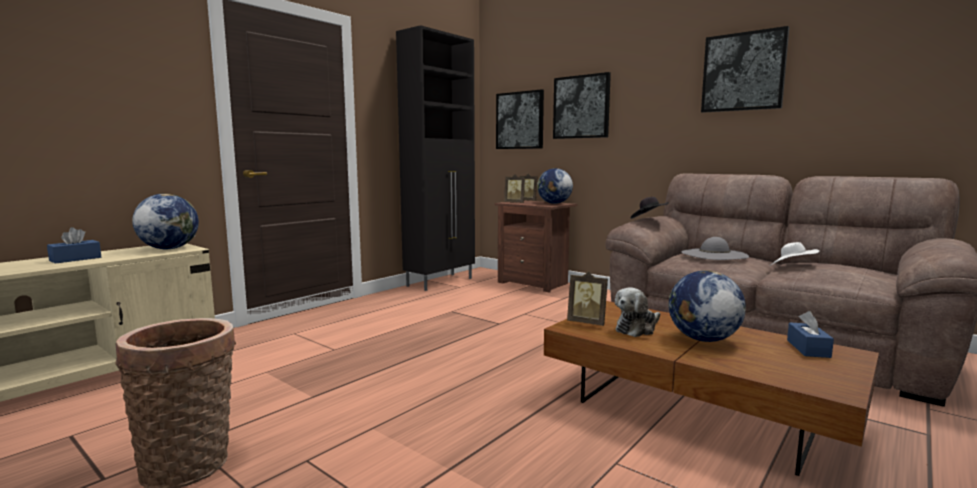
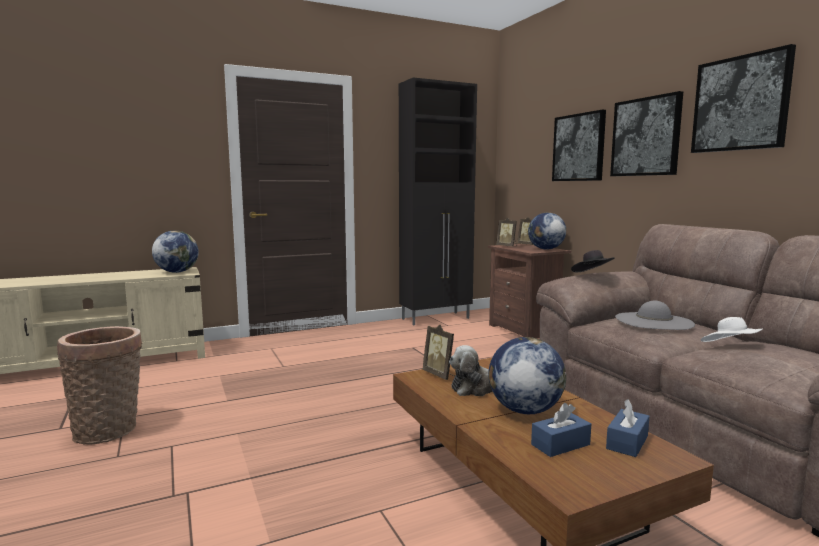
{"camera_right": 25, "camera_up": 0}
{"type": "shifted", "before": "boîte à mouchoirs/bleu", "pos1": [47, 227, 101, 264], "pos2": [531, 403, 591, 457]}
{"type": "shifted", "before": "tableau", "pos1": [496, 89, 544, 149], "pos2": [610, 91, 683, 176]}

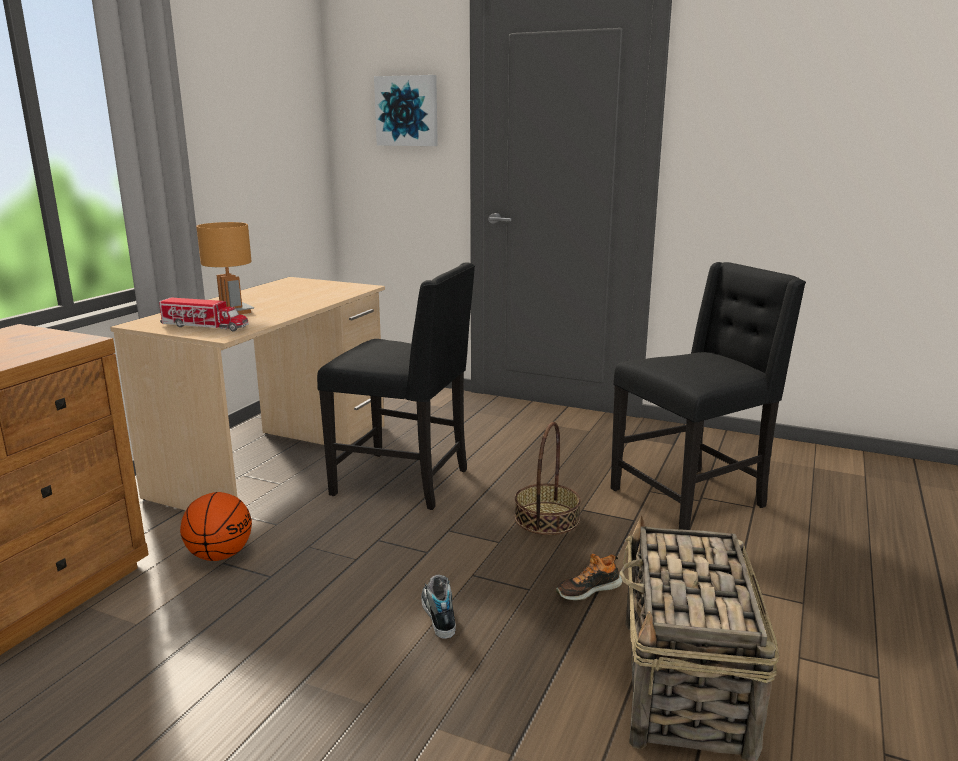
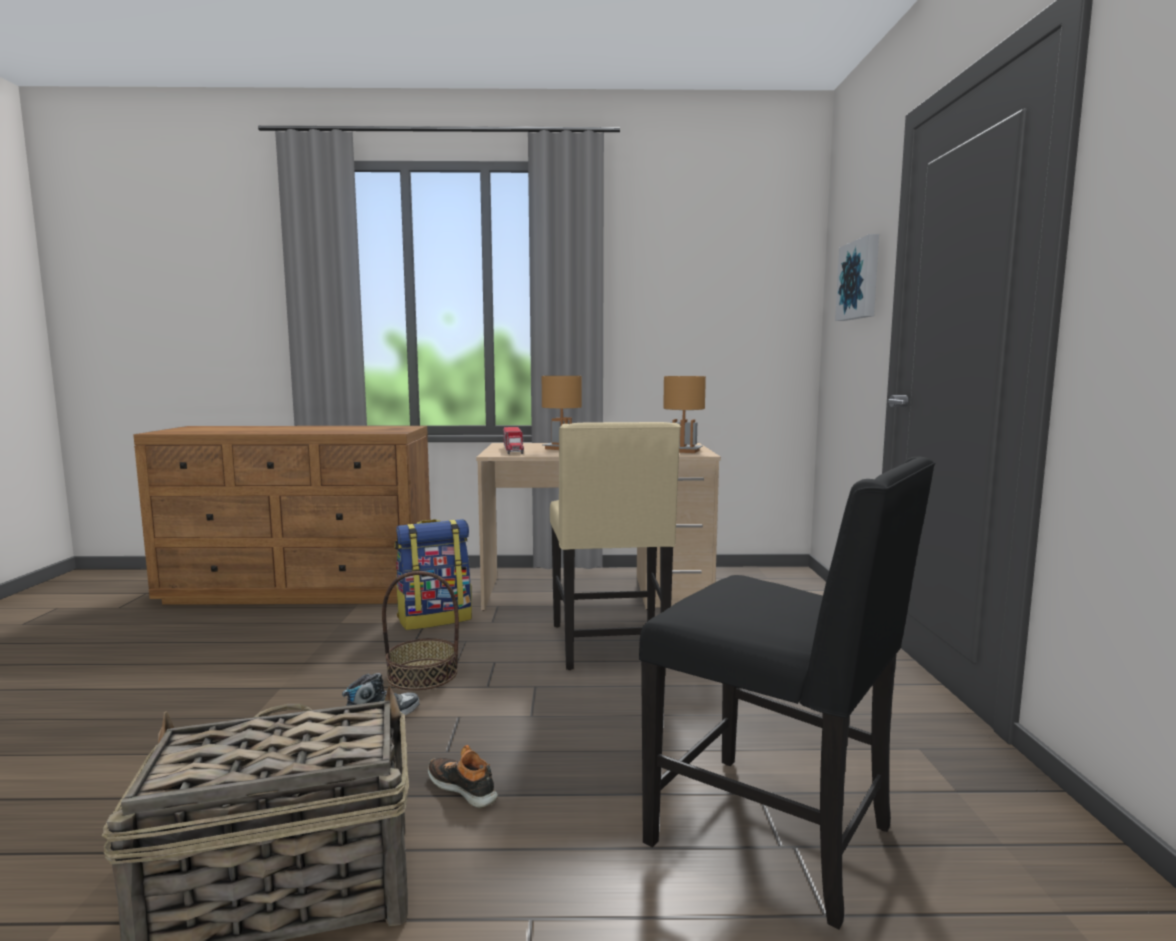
{"camera_right": 65, "camera_up": -10}
{"type": "new", "after": "lampe de table/marron", "pos2": [663, 376, 706, 453]}
{"type": "shifted", "before": "panier", "pos1": [514, 422, 581, 535], "pos2": [382, 571, 459, 690]}
{"type": "swapped", "before": "ballon de basket", "after": "sac à dos", "pos1": [180, 492, 252, 561], "pos2": [394, 519, 472, 630]}
{"type": "repainted", "before": "chaise/noir", "after": "chaise/beige", "pos1": [317, 262, 475, 510], "pos2": [550, 422, 681, 670]}

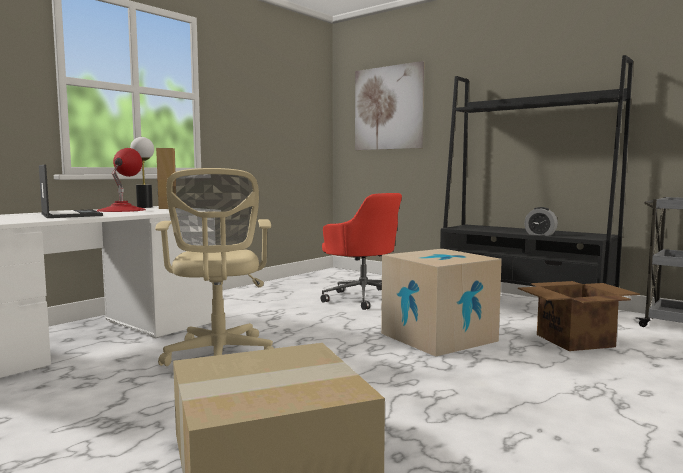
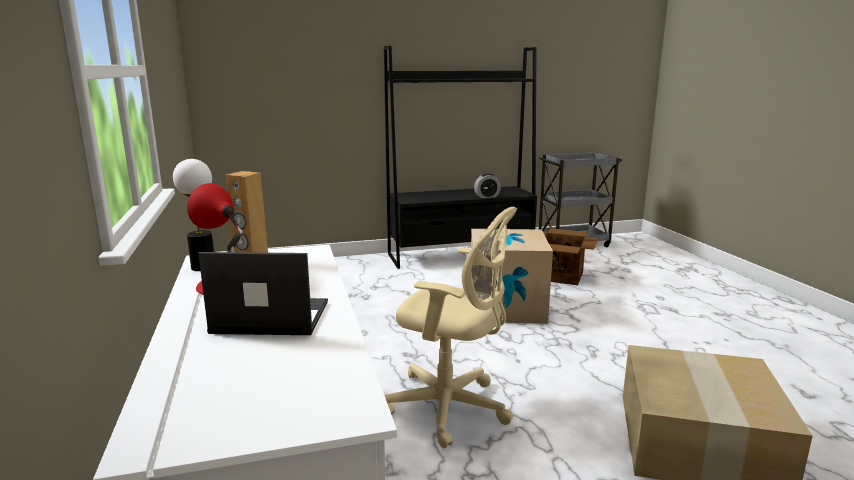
{"camera_right": -55, "camera_up": 10}
{"type": "gone", "before": "chaise de bureau/rouge", "pos1": [321, 193, 402, 310]}
{"type": "gone", "before": "tableau", "pos1": [355, 61, 424, 150]}

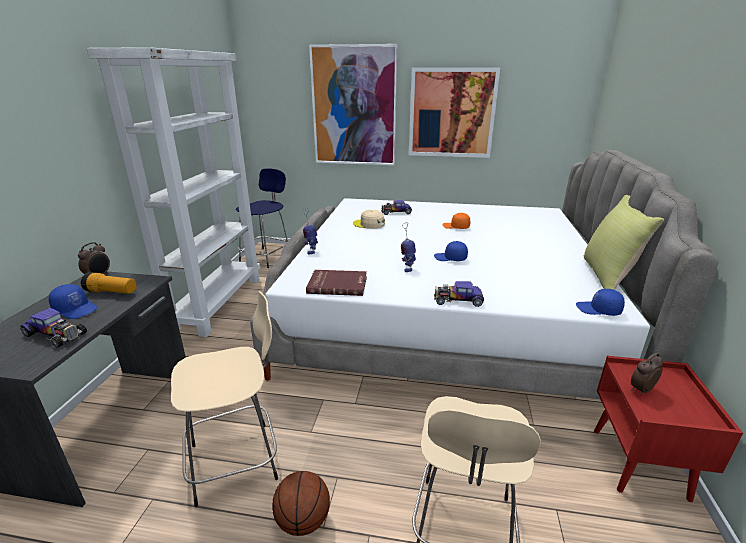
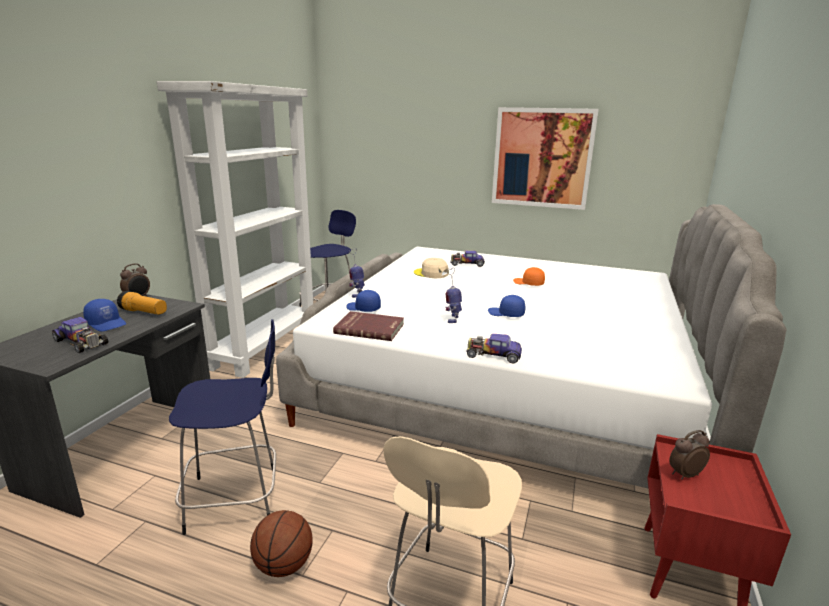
{"camera_right": 10, "camera_up": -5}
{"type": "gone", "before": "tableau", "pos1": [309, 44, 397, 165]}
{"type": "gone", "before": "coussin/jaune", "pos1": [584, 195, 664, 290]}
{"type": "shifted", "before": "casquette/bleu", "pos1": [576, 289, 625, 316], "pos2": [346, 290, 381, 312]}
{"type": "repainted", "before": "tabouret/beige", "after": "tabouret/bleu", "pos1": [171, 291, 278, 507], "pos2": [169, 319, 276, 535]}

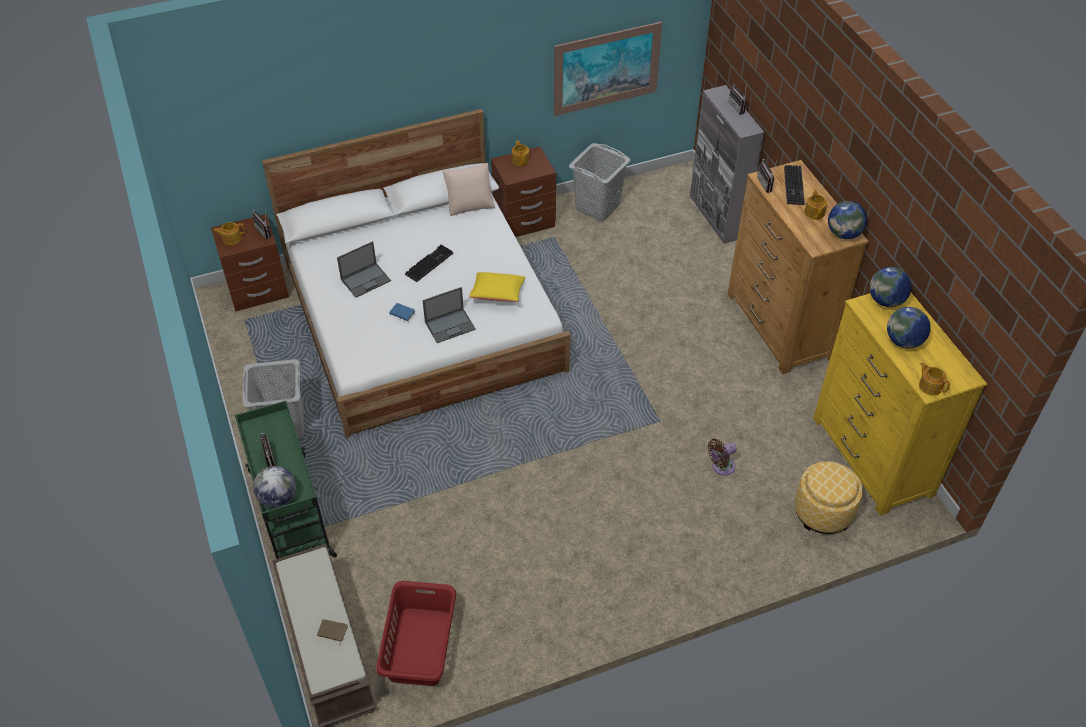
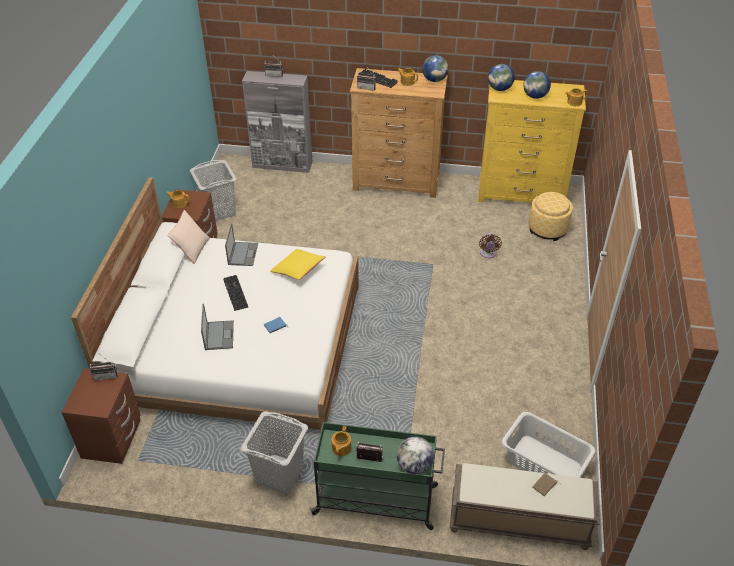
{"camera_right": -60, "camera_up": -5}
{"type": "gone", "before": "tableau", "pos1": [554, 22, 662, 116]}
{"type": "shifted", "before": "théière", "pos1": [214, 222, 245, 245], "pos2": [331, 426, 352, 456]}
{"type": "shifted", "before": "ordinateur portable", "pos1": [422, 287, 476, 343], "pos2": [225, 223, 258, 266]}
{"type": "repainted", "before": "panier à linge/rouge", "after": "panier à linge/gris", "pos1": [376, 581, 456, 686], "pos2": [501, 412, 596, 478]}

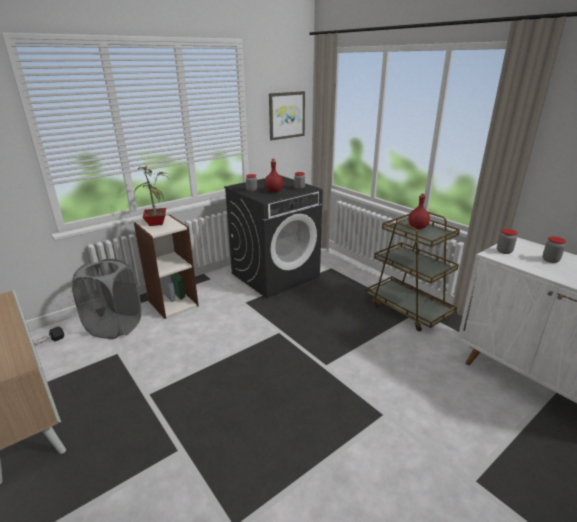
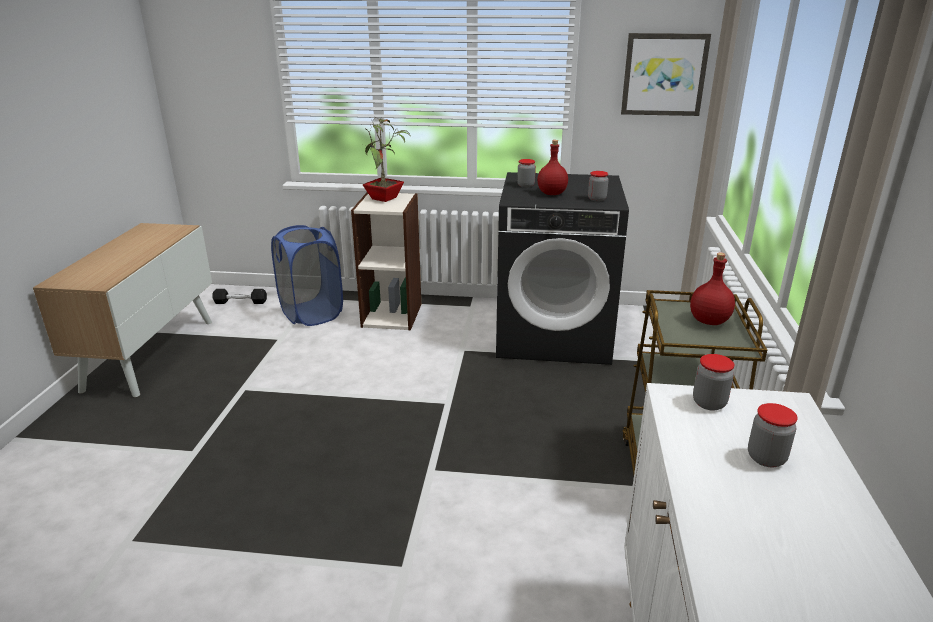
{"camera_right": 45, "camera_up": 0}
{"type": "repainted", "before": "panier à linge/gris", "after": "panier à linge/bleu", "pos1": [72, 259, 141, 339], "pos2": [271, 225, 343, 326]}

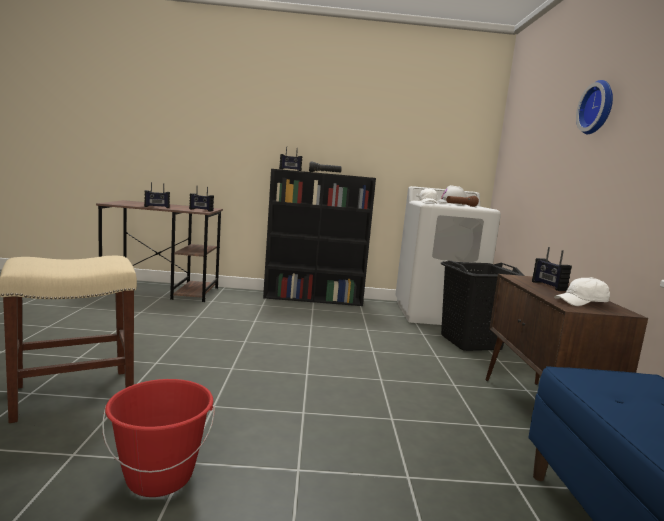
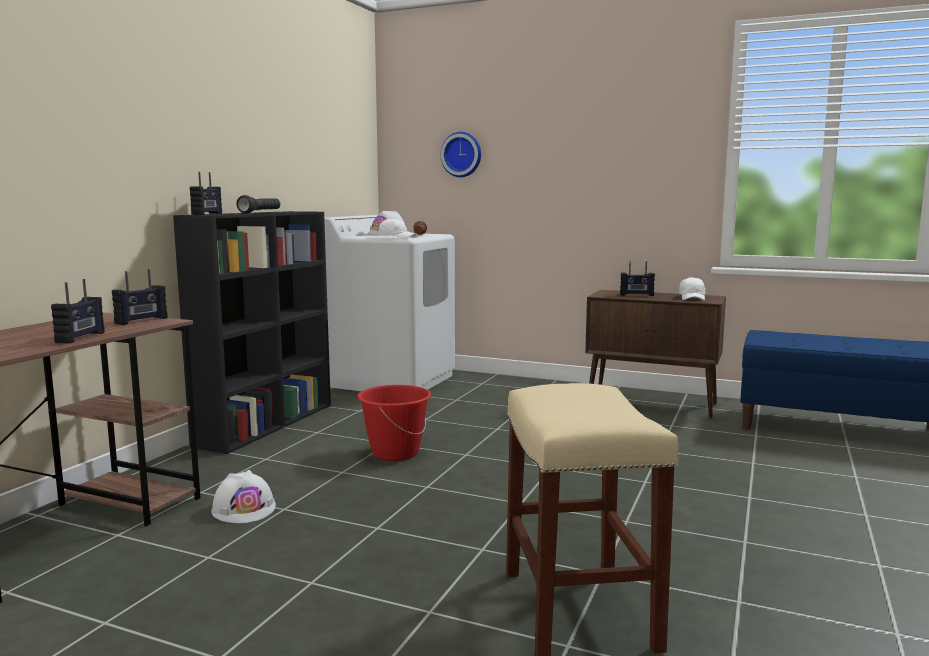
{"camera_right": -65, "camera_up": 0}
{"type": "gone", "before": "panier à linge/noir", "pos1": [441, 261, 525, 351]}
{"type": "new", "after": "casque de chantier/blanc", "pos2": [211, 470, 276, 523]}
{"type": "shifted", "before": "seau/rouge", "pos1": [102, 379, 215, 497], "pos2": [357, 385, 431, 461]}
{"type": "shifted", "before": "horloge murale", "pos1": [576, 80, 613, 134], "pos2": [440, 132, 481, 177]}

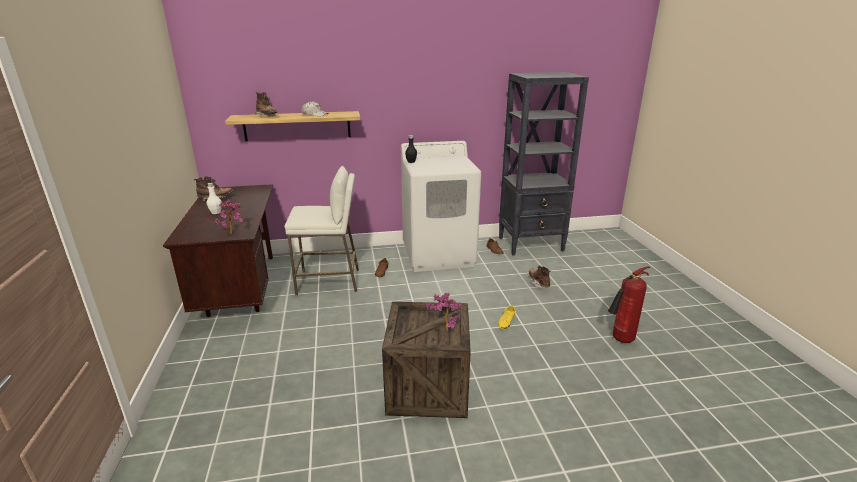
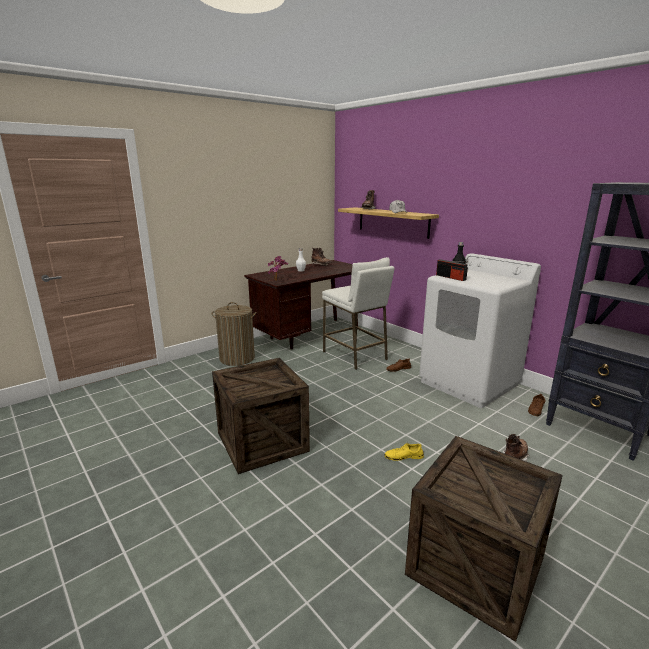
{"camera_right": 60, "camera_up": -5}
{"type": "gone", "before": "plante en pot", "pos1": [426, 293, 461, 331]}
{"type": "new", "after": "panier à linge", "pos2": [211, 302, 257, 366]}
{"type": "new", "after": "radio", "pos2": [436, 259, 468, 281]}
{"type": "swapped", "before": "extincteur", "after": "caisse", "pos1": [608, 266, 650, 343], "pos2": [405, 436, 563, 642]}

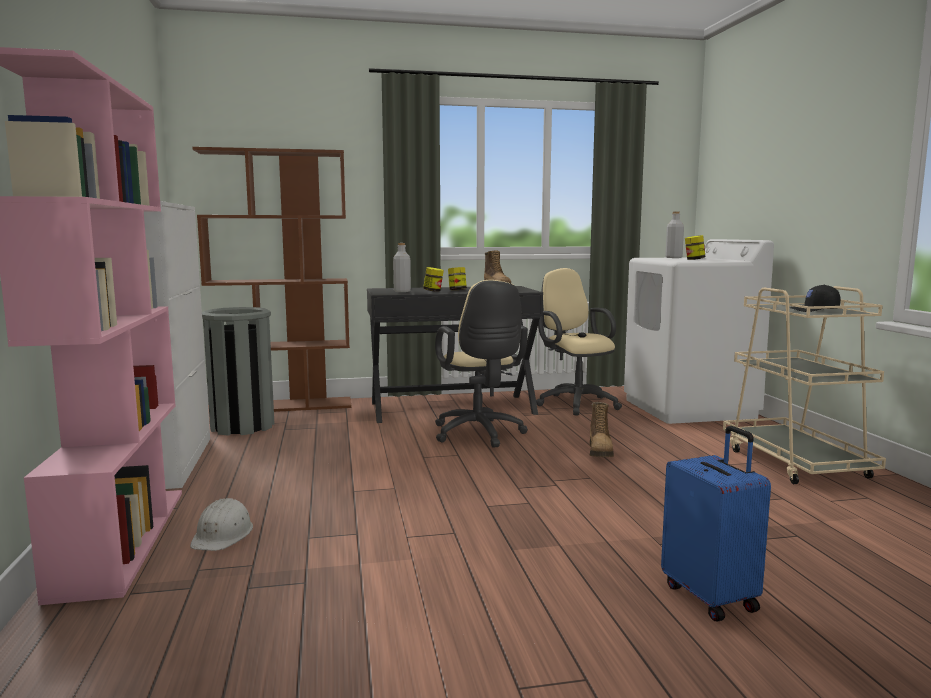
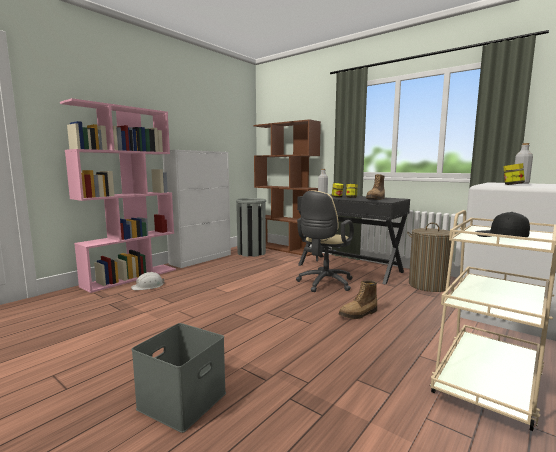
{"camera_right": 50, "camera_up": 0}
{"type": "swapped", "before": "chaise de bureau/beige", "after": "panier à linge", "pos1": [536, 268, 622, 415], "pos2": [407, 223, 453, 292]}
{"type": "swapped", "before": "valise/bleu", "after": "boîte de rangement/gris", "pos1": [661, 426, 771, 621], "pos2": [132, 323, 226, 433]}

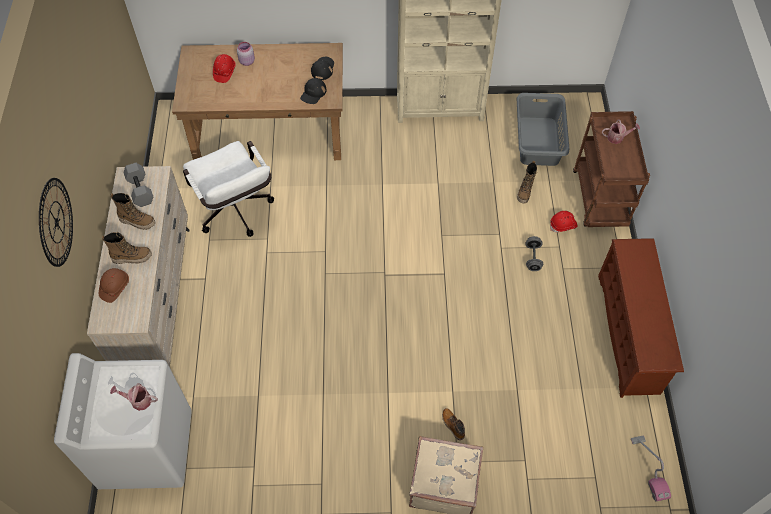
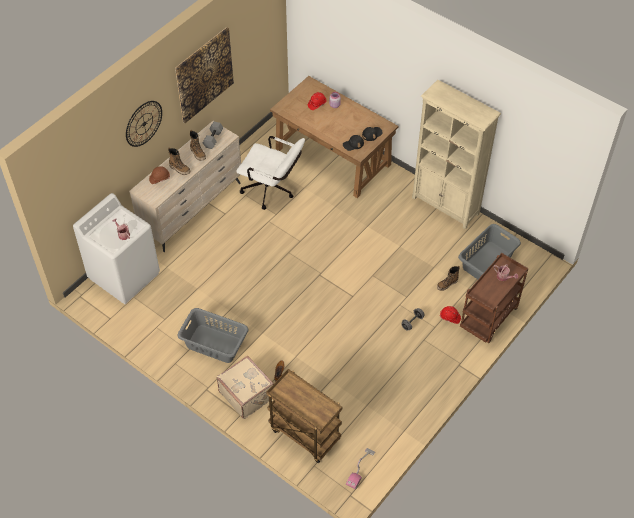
{"camera_right": 40, "camera_up": -5}
{"type": "gone", "before": "étagère à chaussures/marron", "pos1": [598, 238, 684, 398]}
{"type": "new", "after": "tableau", "pos2": [175, 27, 234, 123]}
{"type": "new", "after": "panier à linge/gris", "pos2": [177, 308, 249, 363]}
{"type": "new", "after": "chariot/marron", "pos2": [266, 369, 342, 463]}
{"type": "rotated", "before": "chaise de bureau/blanc", "pos1": [183, 141, 274, 237], "pos2": [236, 136, 305, 210], "turn": -75}

